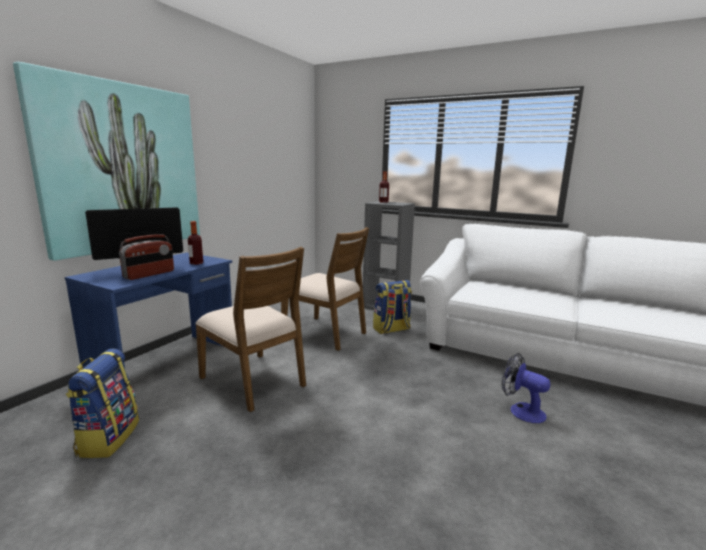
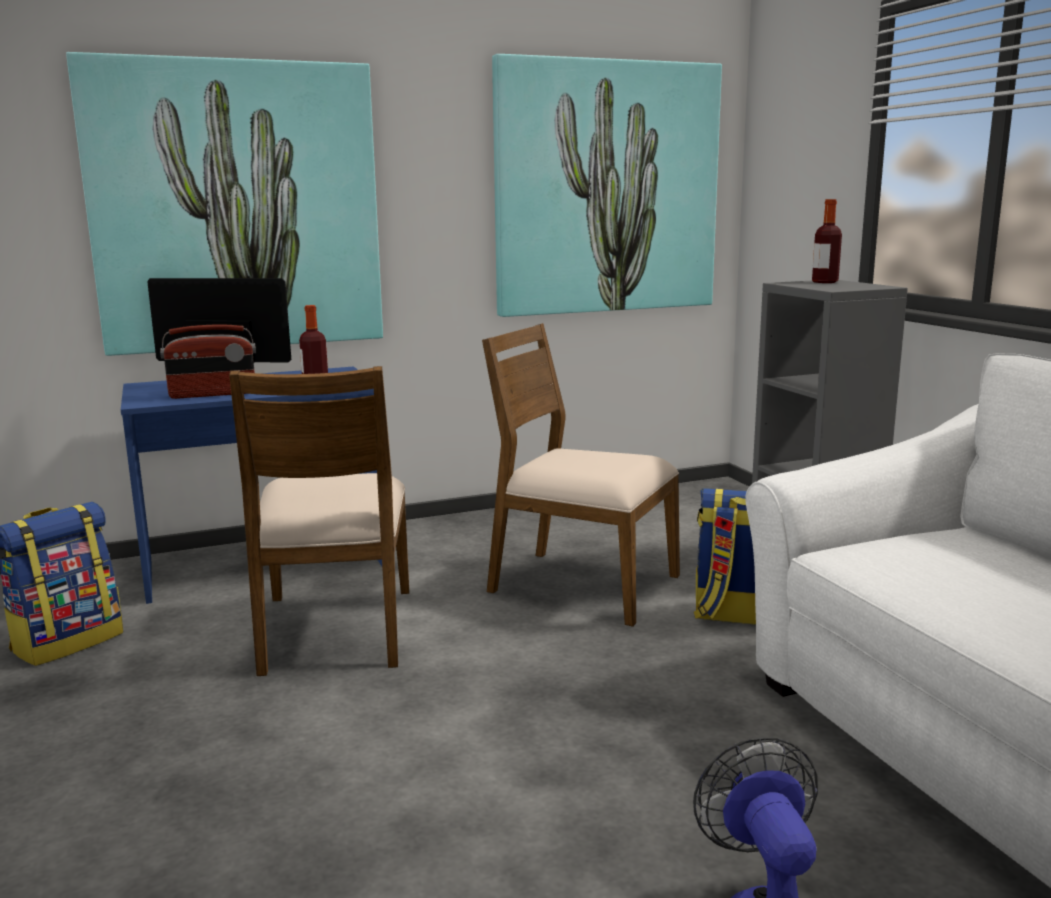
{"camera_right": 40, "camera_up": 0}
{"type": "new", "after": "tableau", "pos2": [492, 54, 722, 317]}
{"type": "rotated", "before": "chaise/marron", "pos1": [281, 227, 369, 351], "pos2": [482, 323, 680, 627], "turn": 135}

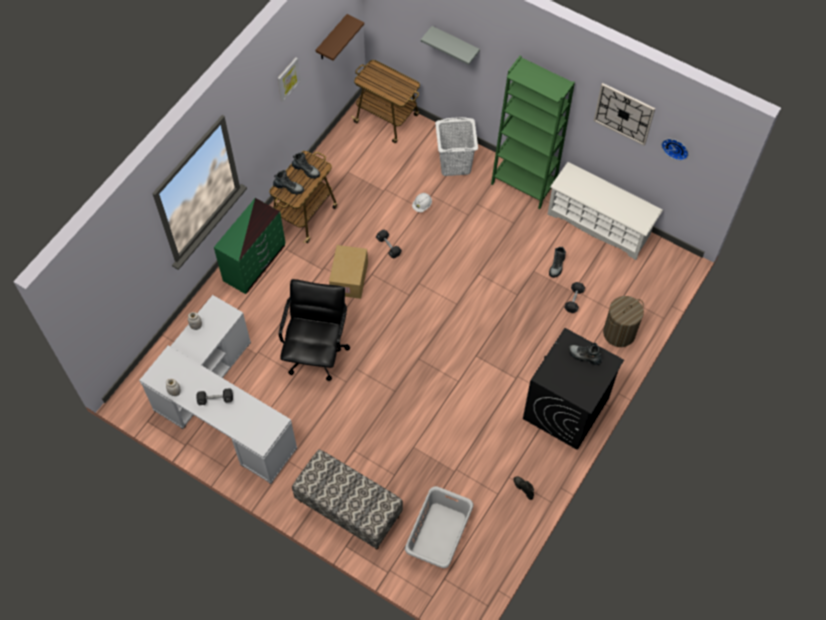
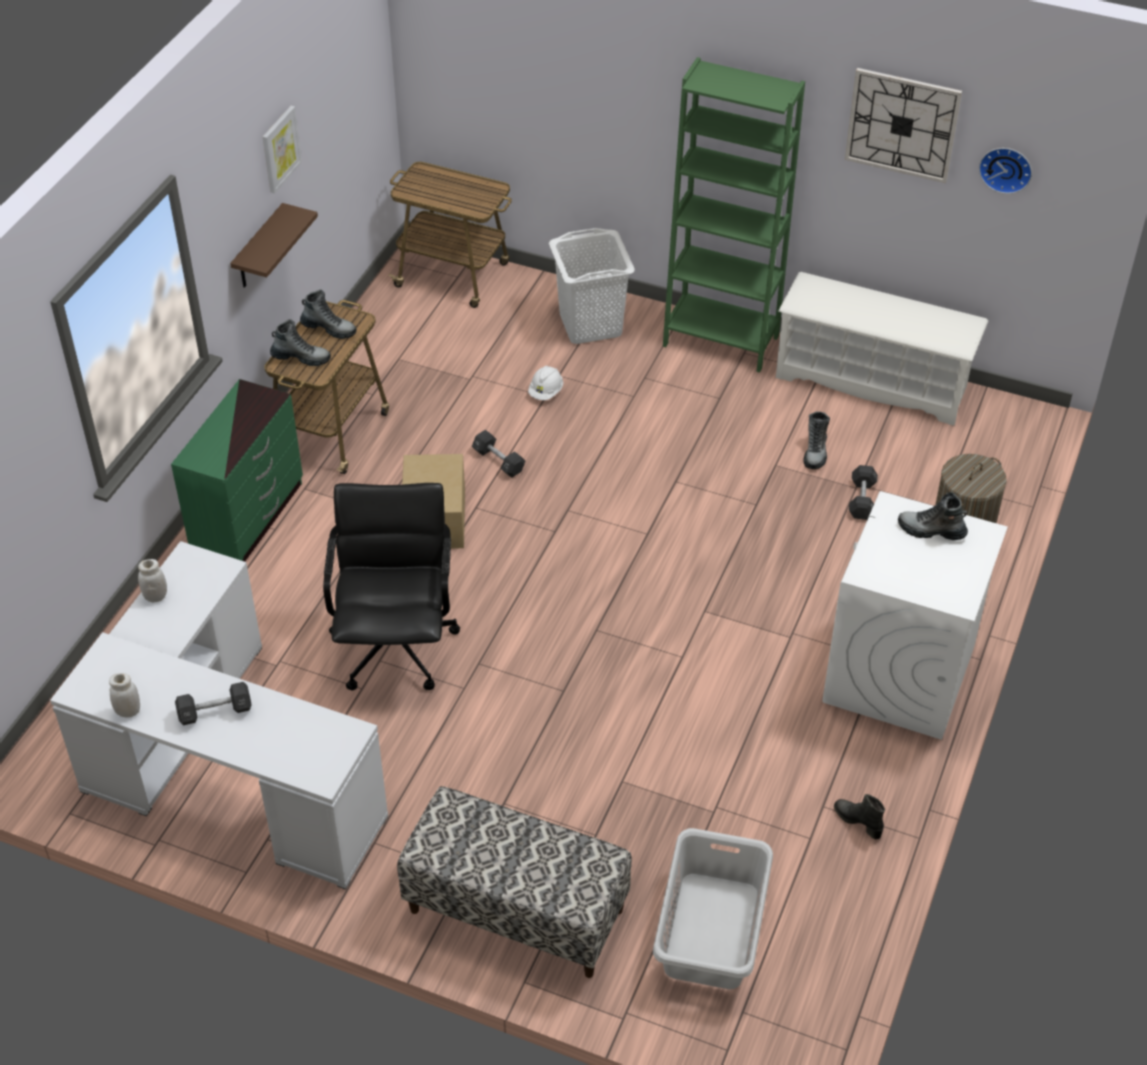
{"camera_right": -10, "camera_up": -15}
{"type": "gone", "before": "étagère/gris", "pos1": [421, 26, 480, 65]}
{"type": "shifted", "before": "étagère/marron", "pos1": [316, 14, 364, 61], "pos2": [230, 203, 318, 288]}
{"type": "repainted", "before": "lave-linge/noir", "after": "lave-linge/blanc", "pos1": [523, 328, 624, 450], "pos2": [822, 491, 1008, 740]}

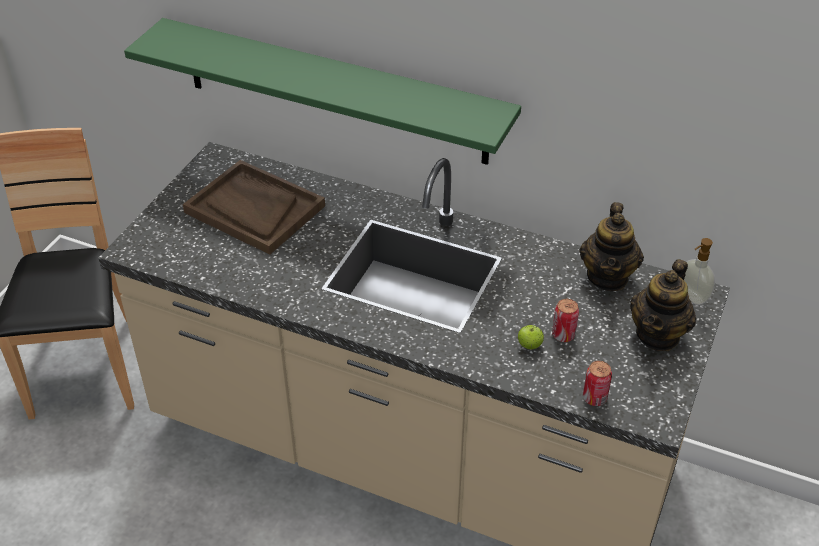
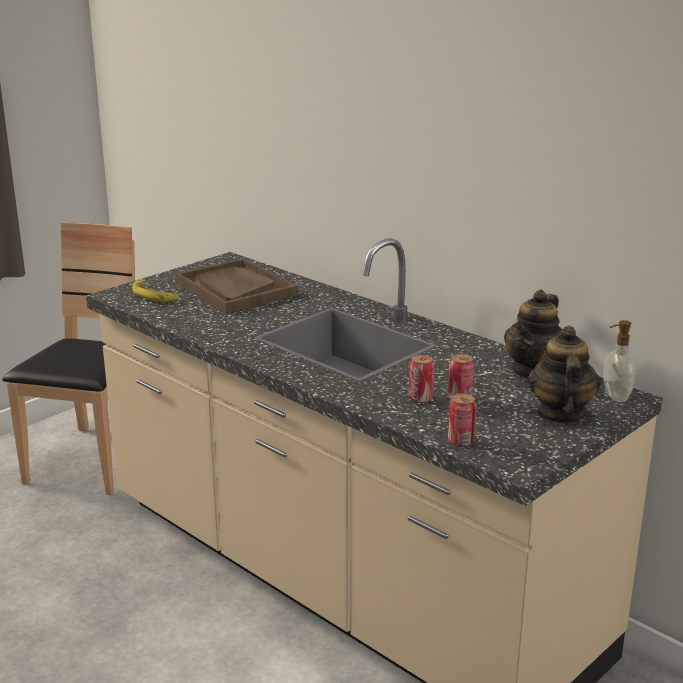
{"camera_right": 20, "camera_up": -20}
{"type": "gone", "before": "étagère/vert", "pos1": [124, 18, 521, 165]}
{"type": "new", "after": "banane", "pos2": [133, 279, 179, 302]}
{"type": "swapped", "before": "pomme", "after": "boîte métallique", "pos1": [518, 325, 544, 349], "pos2": [409, 354, 434, 403]}
{"type": "rotated", "before": "théière", "pos1": [630, 259, 696, 351], "pos2": [528, 325, 601, 423], "turn": 135}

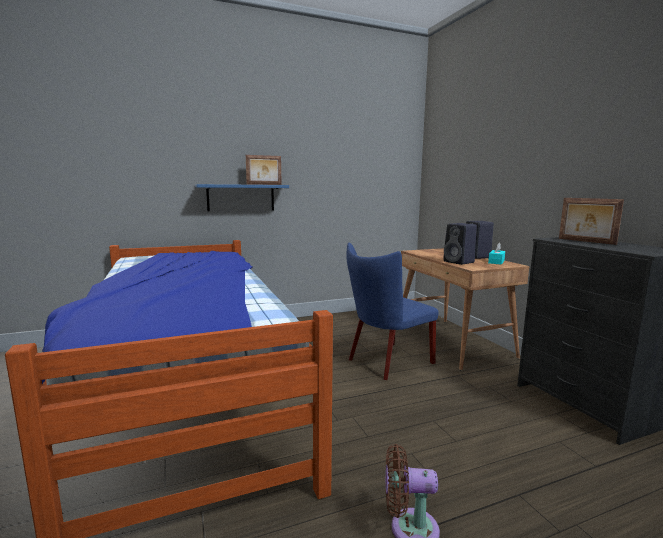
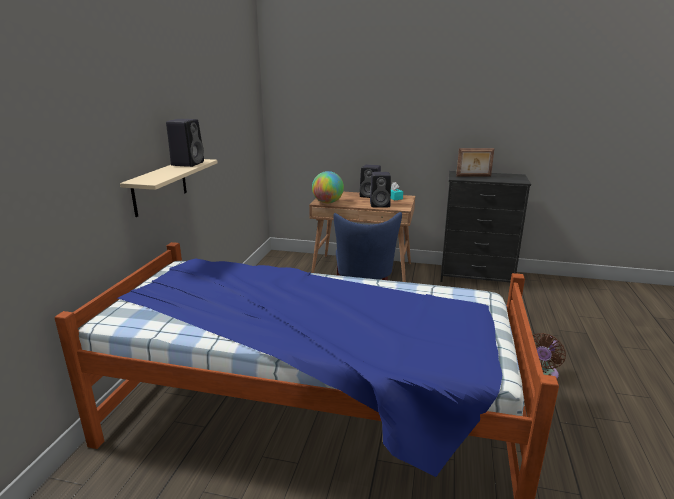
{"camera_right": -55, "camera_up": 10}
{"type": "new", "after": "globe", "pos2": [312, 171, 344, 203]}
{"type": "swapped", "before": "cadre photo", "after": "enceinte/noir", "pos1": [246, 155, 282, 185], "pos2": [166, 119, 204, 167]}
{"type": "repainted", "before": "étagère/bleu", "after": "étagère/beige", "pos1": [195, 184, 289, 212], "pos2": [120, 159, 218, 217]}

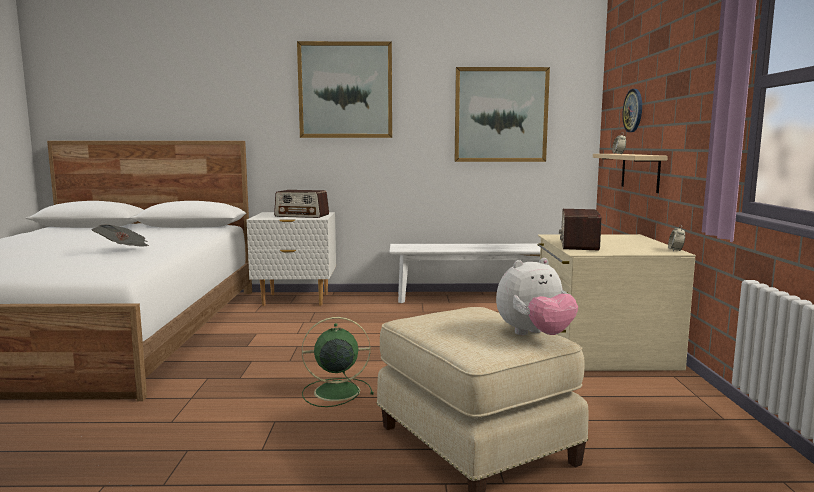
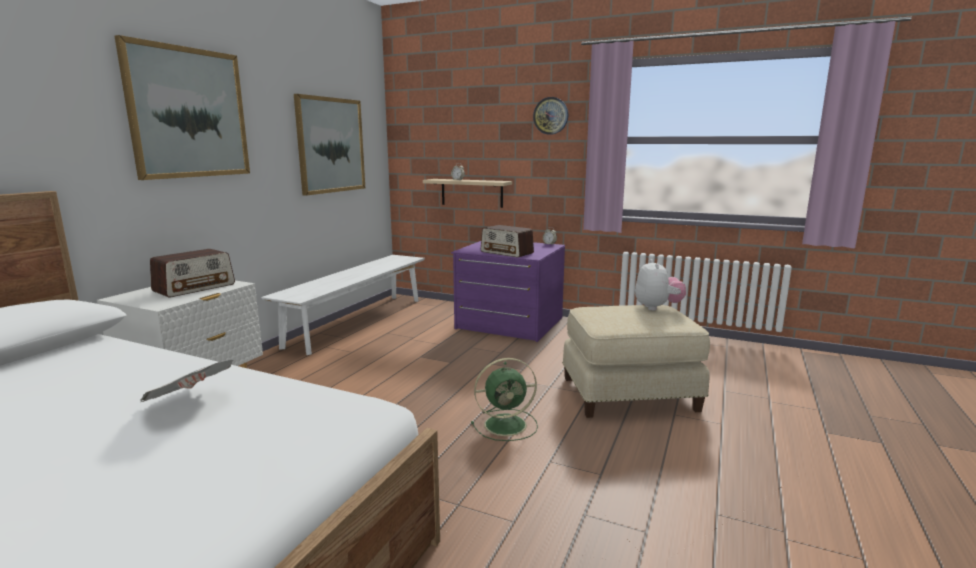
{"camera_right": -65, "camera_up": 5}
{"type": "shifted", "before": "horloge murale", "pos1": [622, 89, 642, 132], "pos2": [533, 97, 568, 135]}
{"type": "repainted", "before": "commode/beige", "after": "commode/violet", "pos1": [537, 234, 696, 371], "pos2": [451, 241, 565, 342]}
{"type": "rotated", "before": "ventilateur/vert", "pos1": [302, 317, 374, 407], "pos2": [471, 358, 538, 441], "turn": -120}

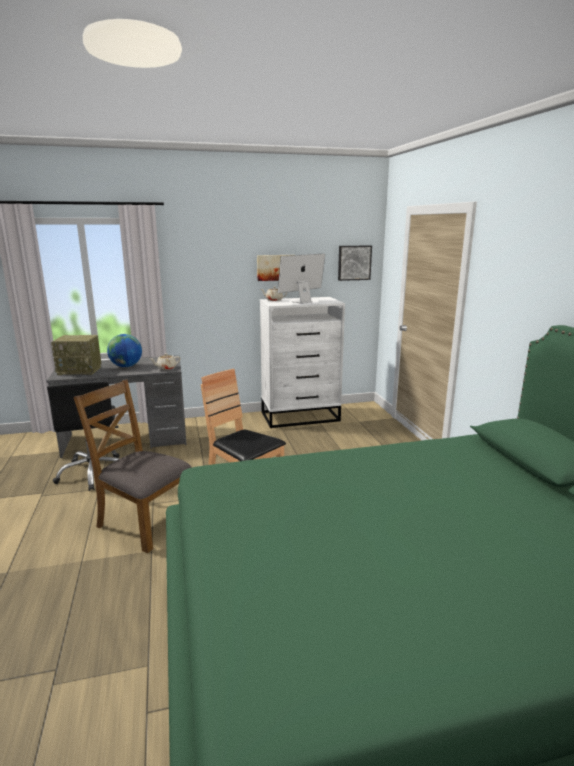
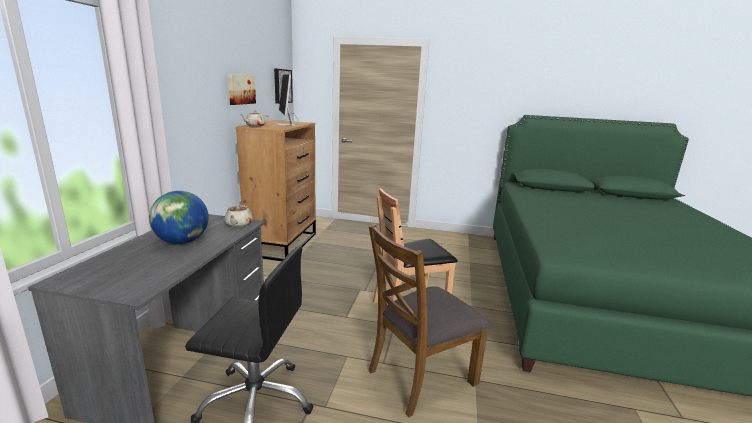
{"camera_right": -65, "camera_up": 0}
{"type": "gone", "before": "radio", "pos1": [51, 335, 101, 375]}
{"type": "repainted", "before": "commode/blanc", "after": "commode/marron", "pos1": [260, 297, 345, 428], "pos2": [236, 120, 316, 261]}

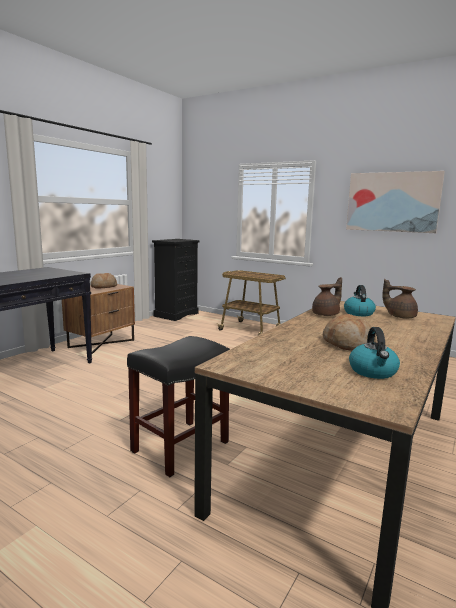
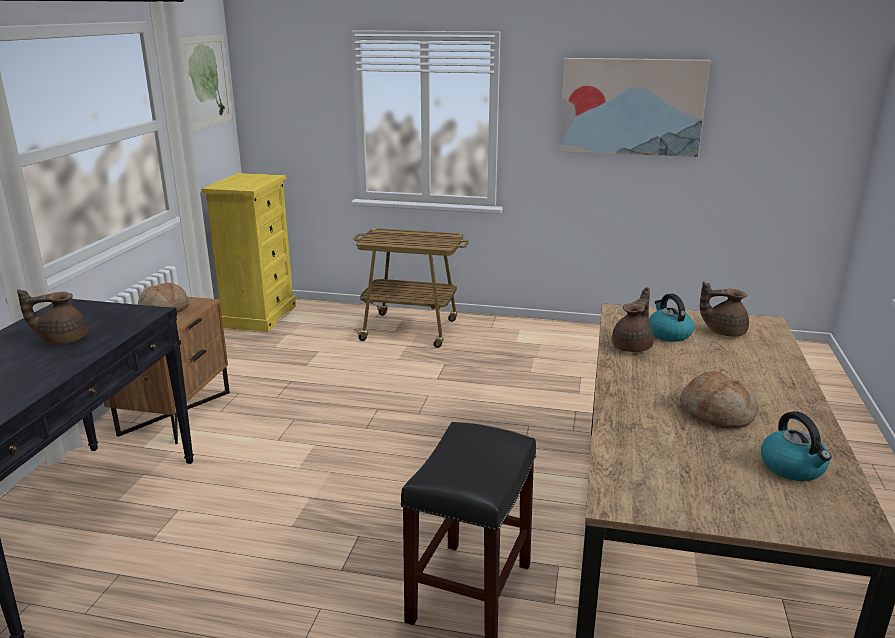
{"camera_right": -20, "camera_up": 10}
{"type": "new", "after": "théière/marron", "pos2": [17, 289, 87, 344]}
{"type": "new", "after": "tableau", "pos2": [180, 35, 232, 131]}
{"type": "repainted", "before": "commode/noir", "after": "commode/jaune", "pos1": [152, 239, 200, 321], "pos2": [201, 173, 296, 332]}

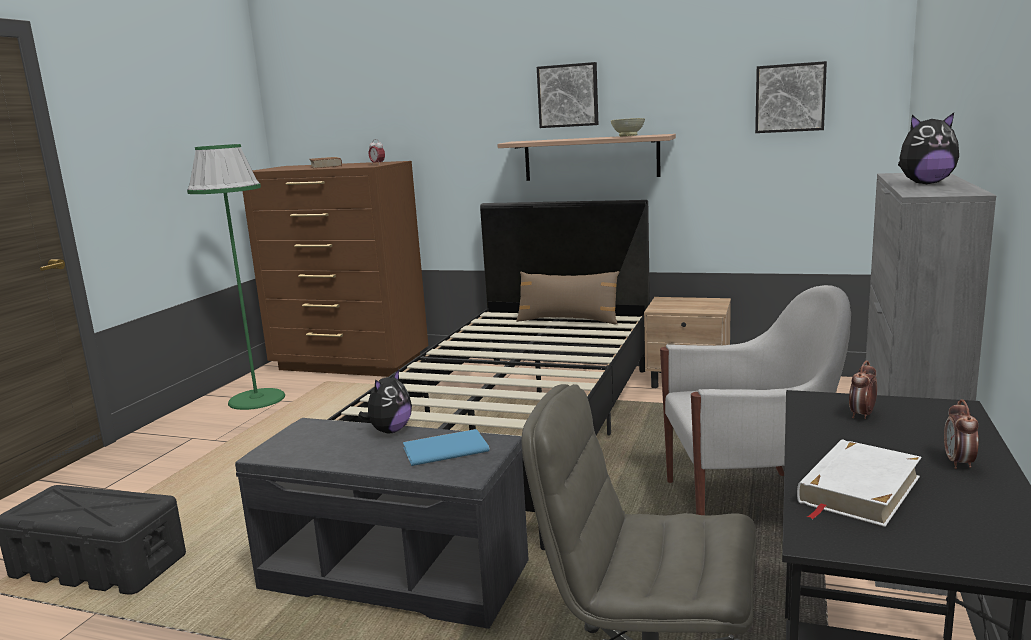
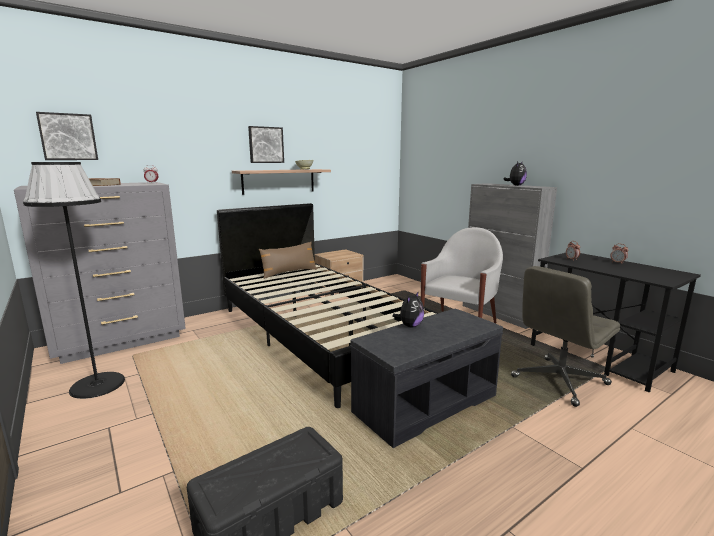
{"camera_right": -55, "camera_up": 0}
{"type": "gone", "before": "livre/bleu", "pos1": [403, 429, 490, 466]}
{"type": "gone", "before": "livre/blanc", "pos1": [797, 439, 922, 527]}
{"type": "shifted", "before": "tableau", "pos1": [755, 61, 827, 133], "pos2": [36, 112, 98, 160]}
{"type": "repainted", "before": "lampadaire/vert", "after": "lampadaire/noir", "pos1": [187, 144, 285, 410], "pos2": [23, 162, 125, 399]}
{"type": "repainted", "before": "commode/marron", "after": "commode/gris", "pos1": [243, 161, 428, 377], "pos2": [14, 182, 186, 364]}
{"type": "rotated", "before": "peluche", "pos1": [358, 369, 412, 433], "pos2": [393, 291, 424, 327], "turn": 60}

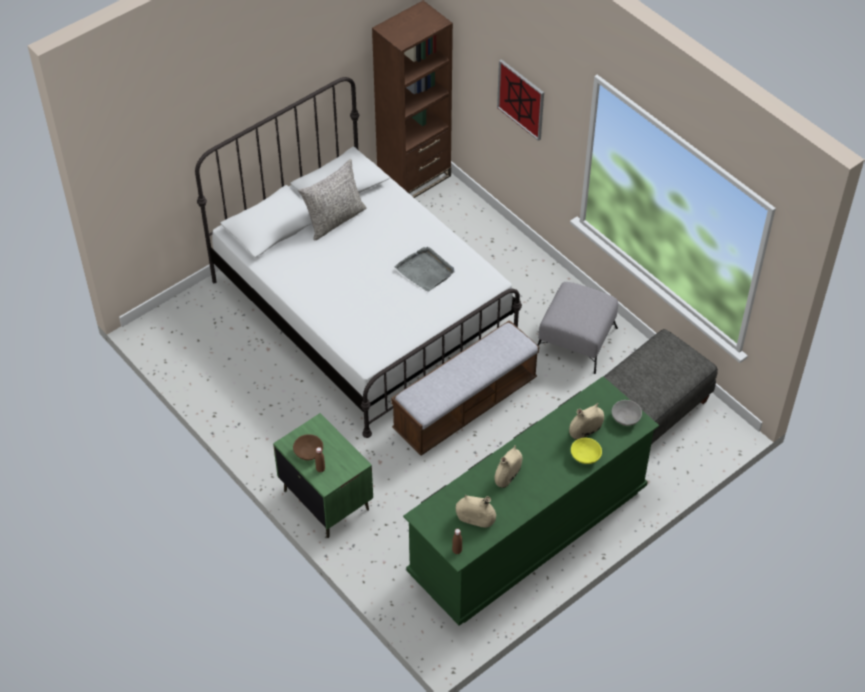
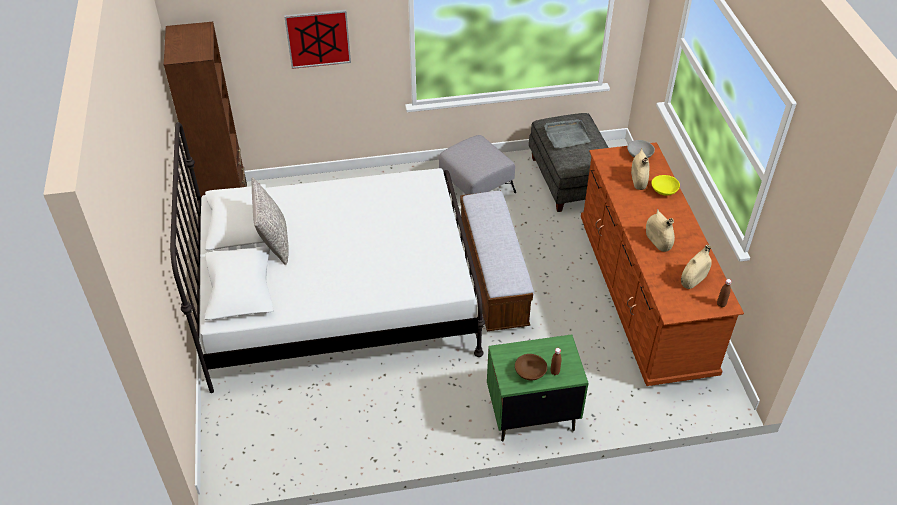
{"camera_right": -60, "camera_up": -5}
{"type": "shifted", "before": "plateau/gris", "pos1": [395, 247, 455, 292], "pos2": [545, 119, 591, 148]}
{"type": "repainted", "before": "commode/vert", "after": "commode/marron", "pos1": [403, 376, 659, 626], "pos2": [581, 142, 744, 386]}

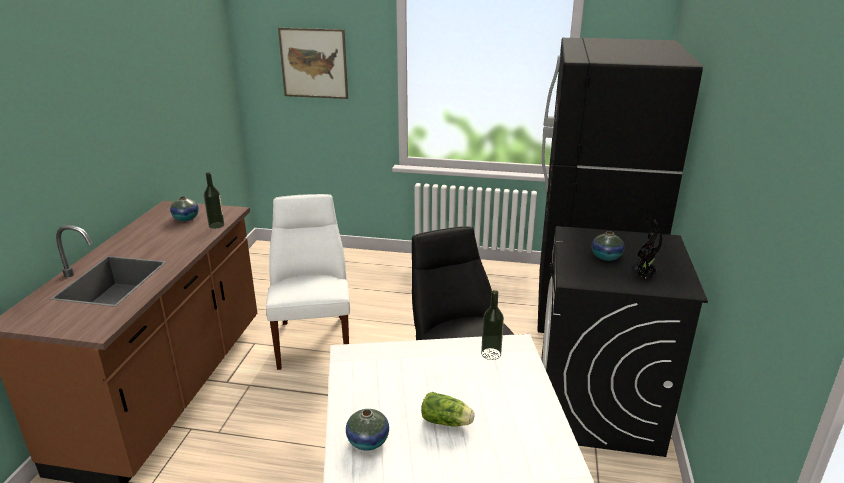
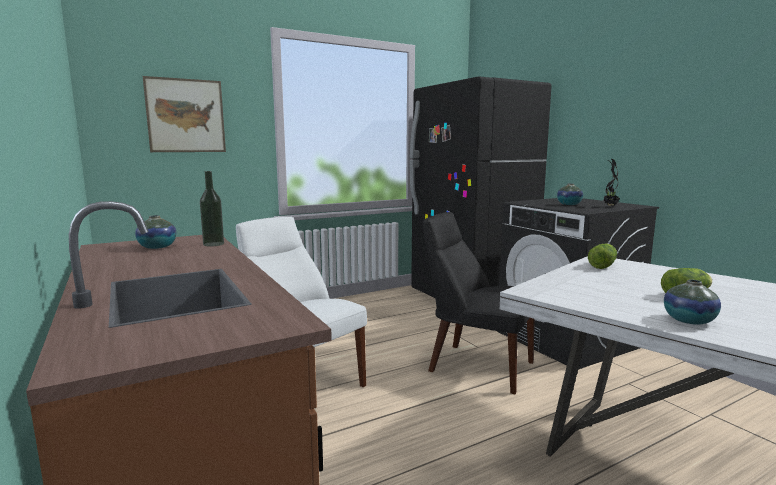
{"camera_right": -40, "camera_up": -15}
{"type": "swapped", "before": "bouteille", "after": "laitue", "pos1": [481, 290, 504, 360], "pos2": [588, 243, 617, 269]}

